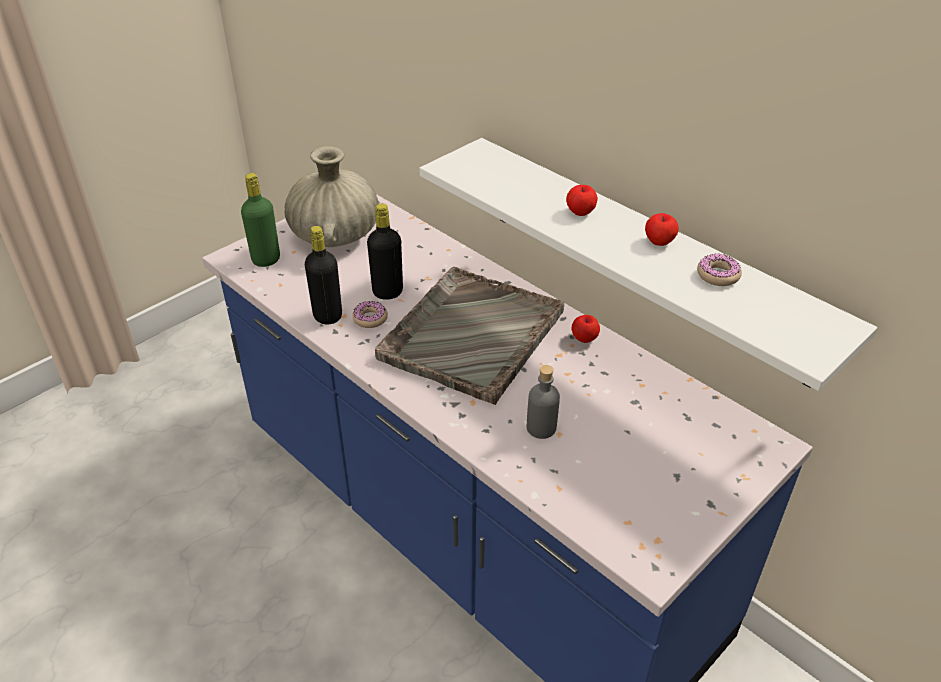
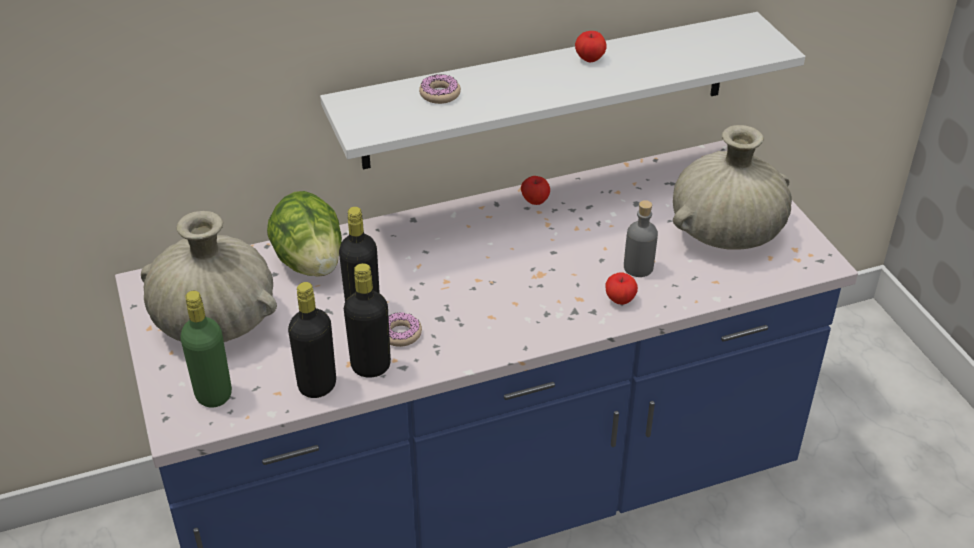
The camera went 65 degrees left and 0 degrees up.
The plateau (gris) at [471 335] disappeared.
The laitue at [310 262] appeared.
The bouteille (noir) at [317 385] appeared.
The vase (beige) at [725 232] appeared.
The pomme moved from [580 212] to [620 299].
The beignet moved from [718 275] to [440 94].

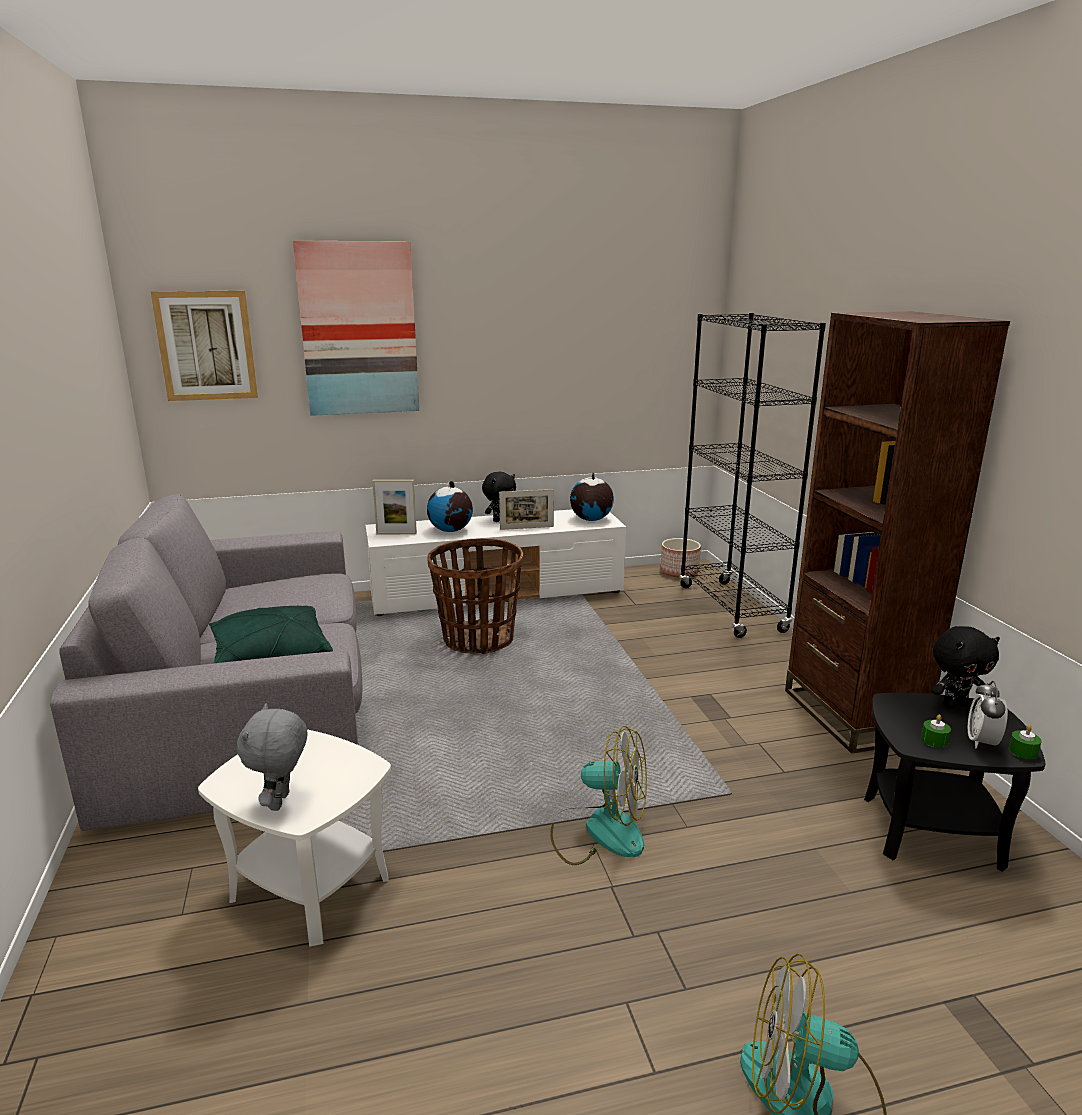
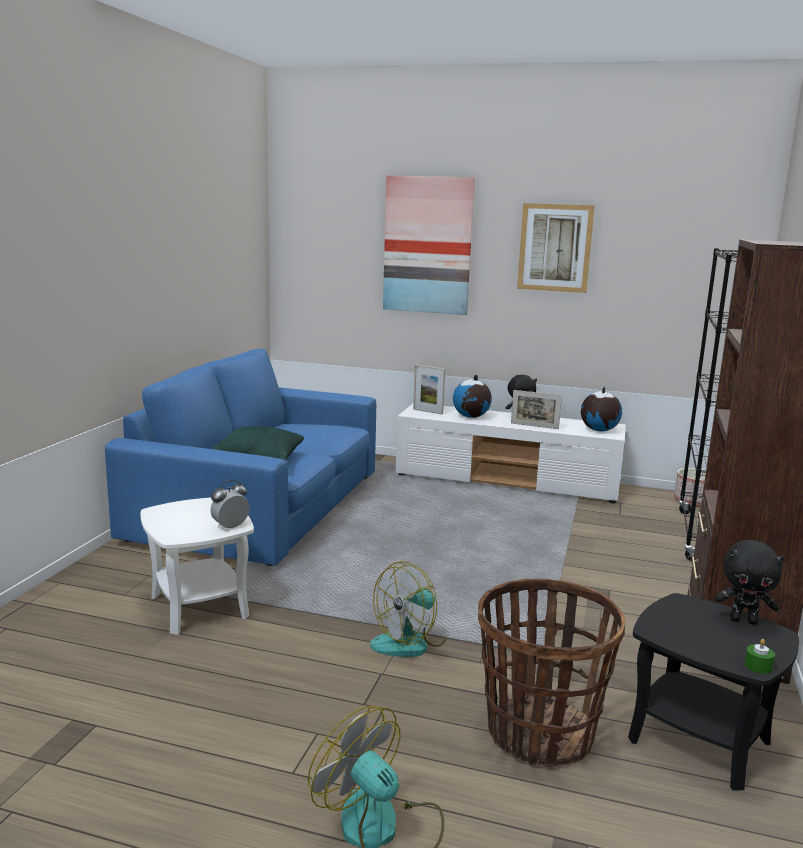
The camera went 30 degrees right and 5 degrees down.
The peluche (gris) at [281 802] disappeared.
The bougie (vert) at [934 740] disappeared.
The tableau moved from [206 346] to [555 248].
The panier moved from [477 640] to [538 733].
The réveil moved from [982 742] to [230 527].
The canapé (gris) at [249 708] became the canapé (bleu) at [261 506].
The ventilateur at [599 831] turned 90 degrees clockwise.

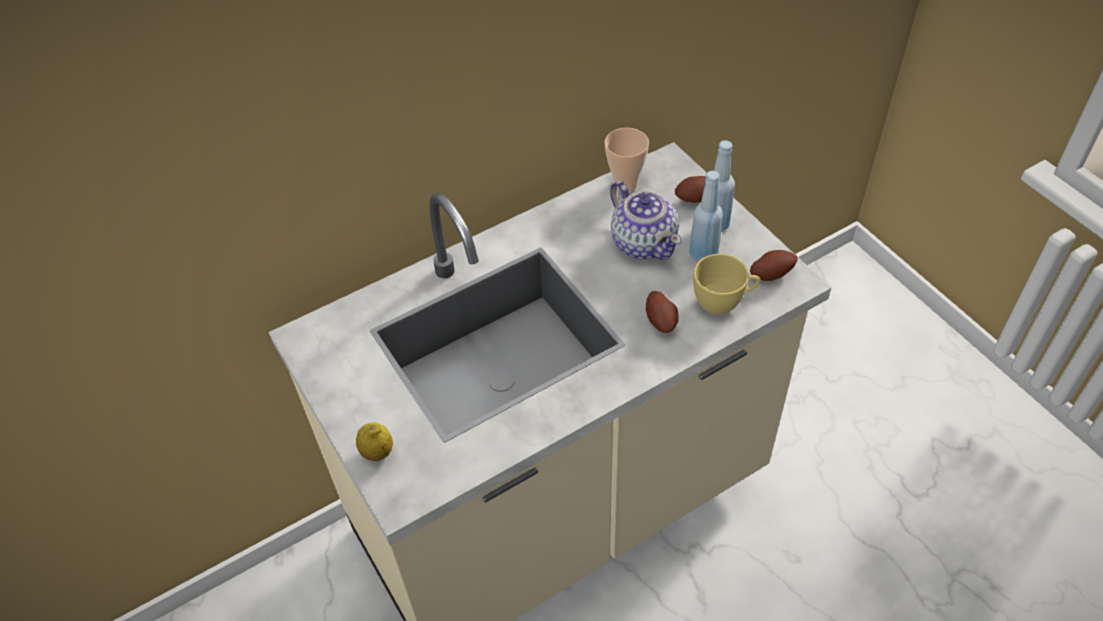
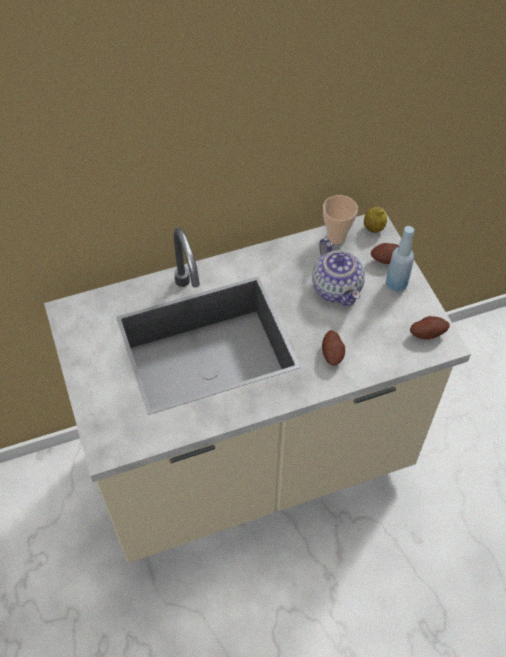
The camera went 10 degrees right and 5 degrees up.
The bouteille (bleu) at [703 254] disappeared.
The tasse (jaune) at [723 302] disappeared.
The citron moved from [377 452] to [373 228].

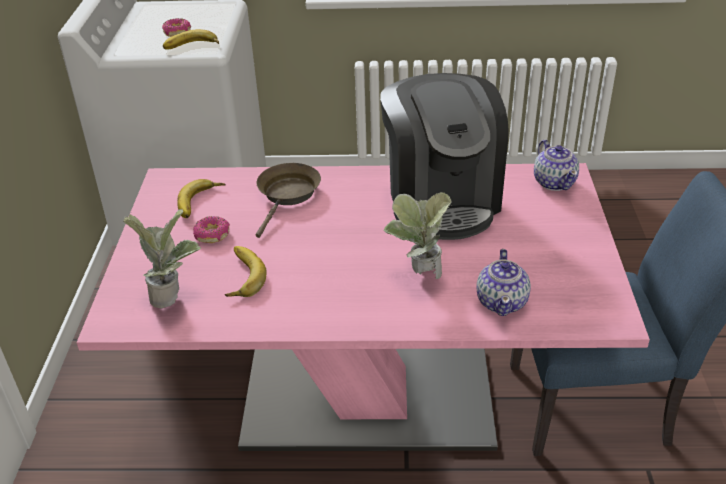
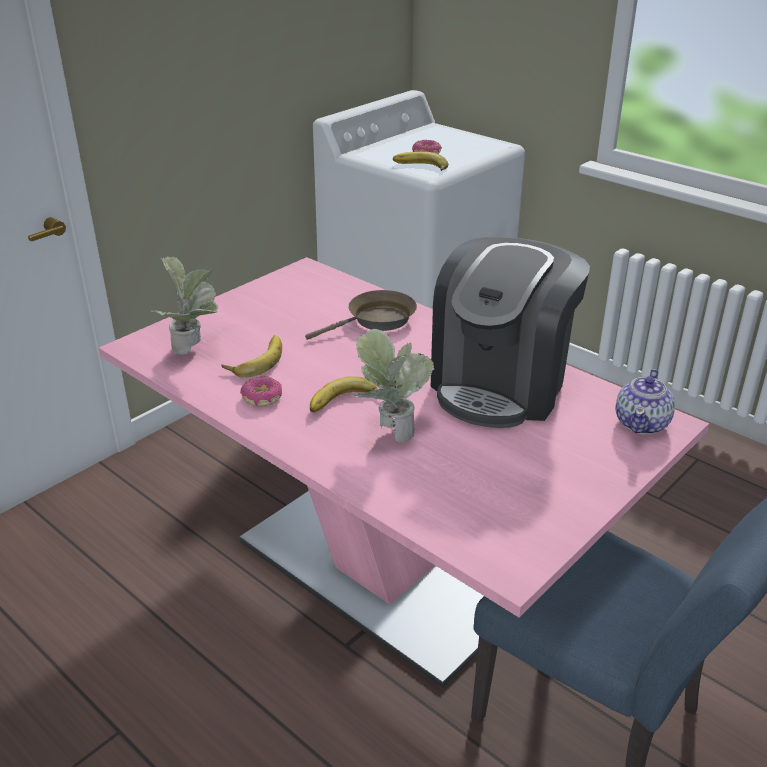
The camera went 40 degrees right and 5 degrees down.
The théière at [502 301] disappeared.
The banane moved from [201 202] to [346 403].
The beignet moved from [212 235] to [262 398].

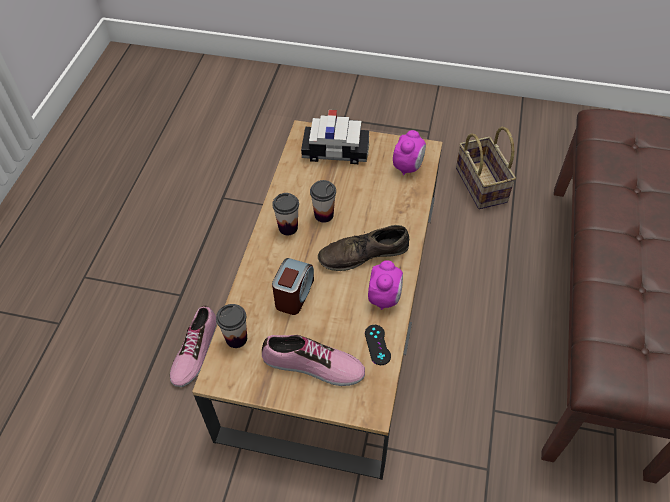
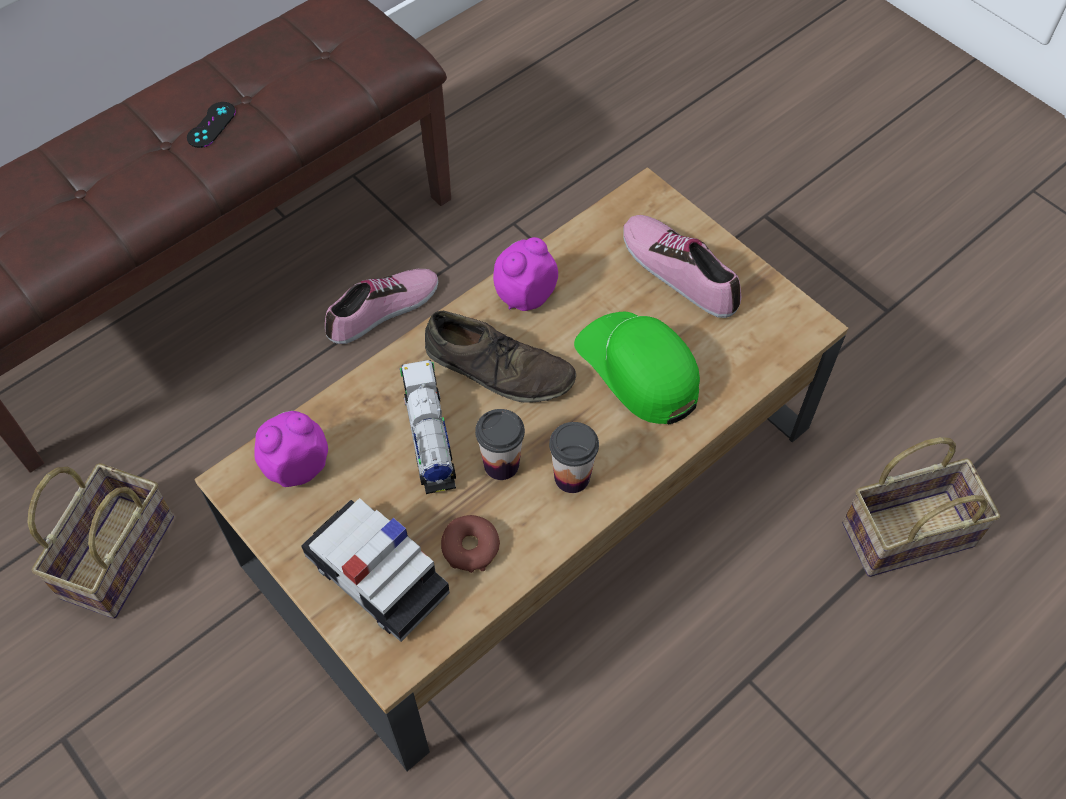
The camera went 145 degrees left and 5 degrees up.
The tasse at [236 338] disappeared.
The camion jouet at [429 438] appeared.
The beignet at [470 547] appeared.
The panier at [909 531] appeared.
The chaussure moved from [194 350] to [383 310].
The manette (noir) moved from [377 345] to [211 125].
The réveil at [294 294] was replaced by the casquette (vert) at [638 369].

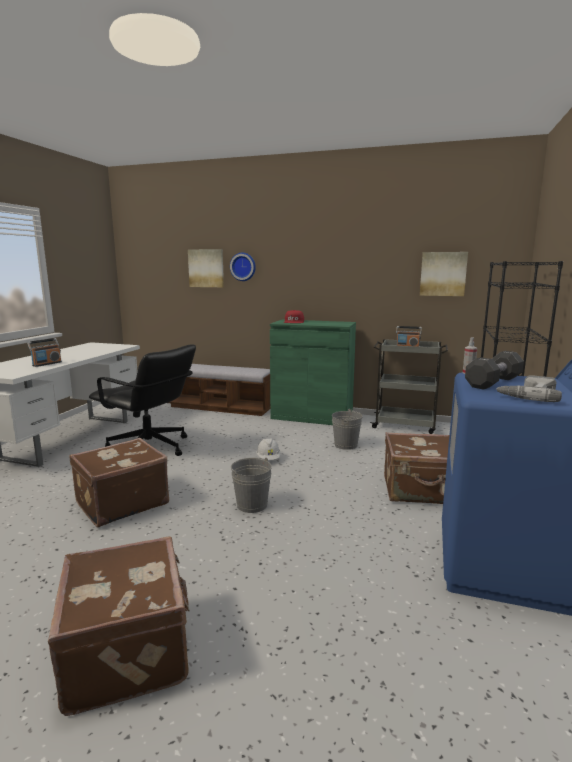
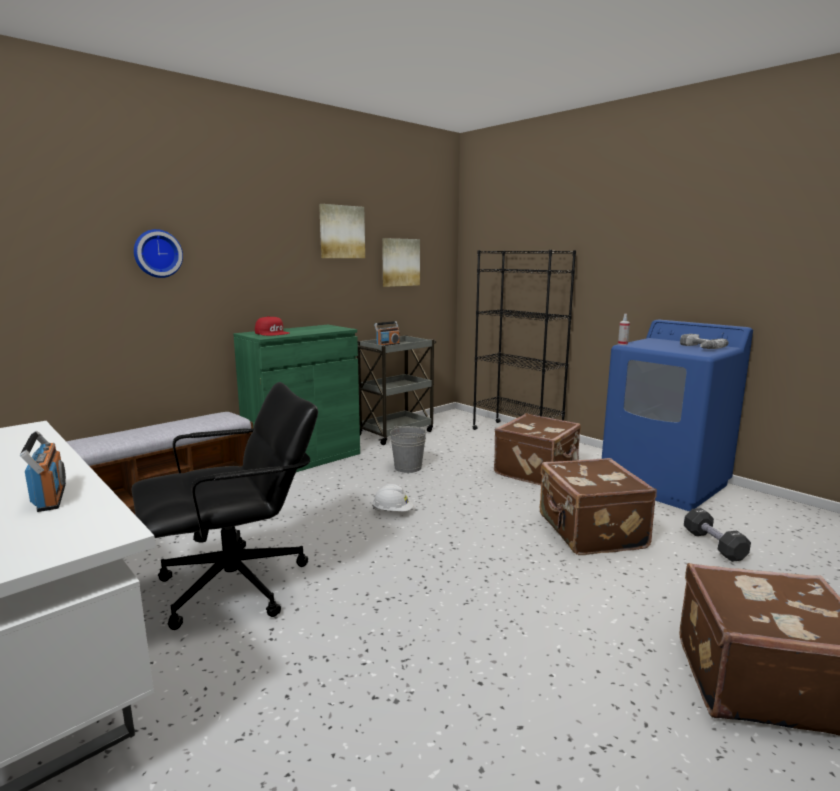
The camera went 60 degrees left and 0 degrees up.
The seau (gris) at [252 505] disappeared.
The valise (marron) moved from [121 503] to [589 532].
The tableau moved from [206 268] to [341 232].
The haltère (noir) moved from [493 382] to [713 545].

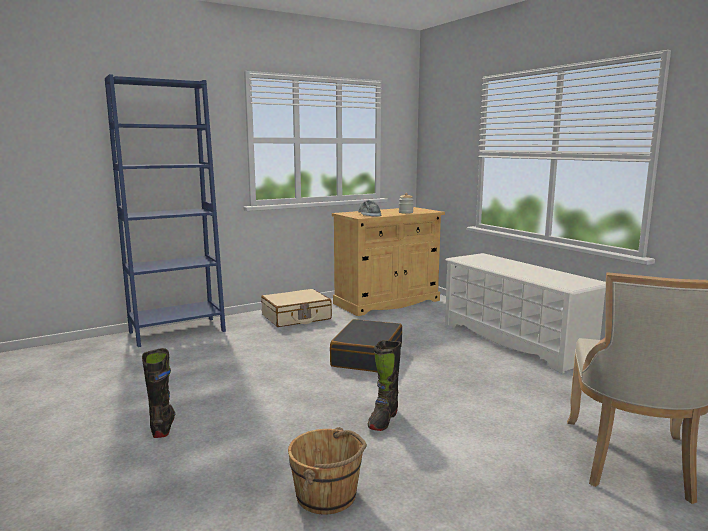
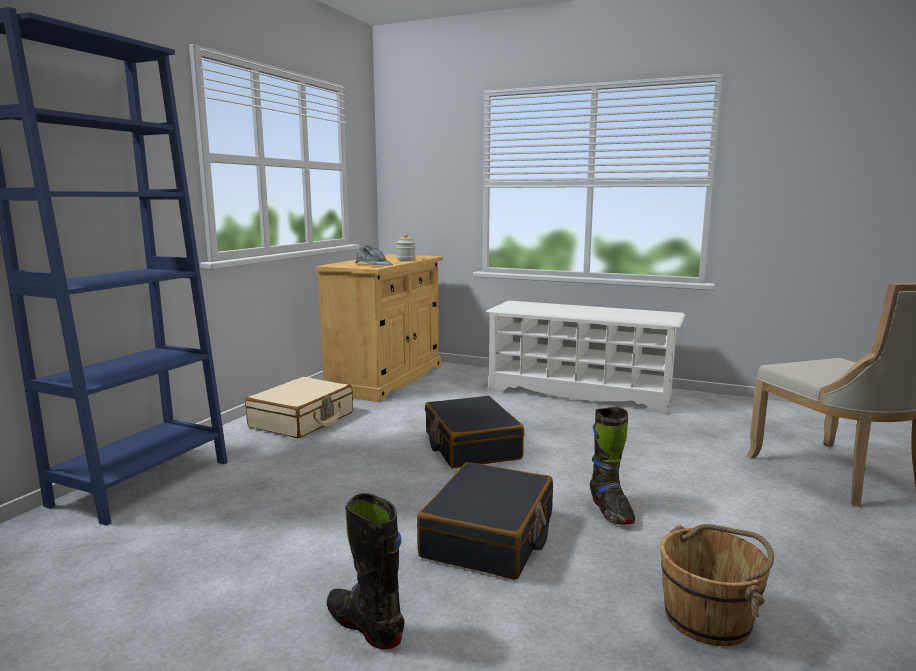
The camera went 35 degrees left and 0 degrees up.
The valise (noir) at [489 536] appeared.

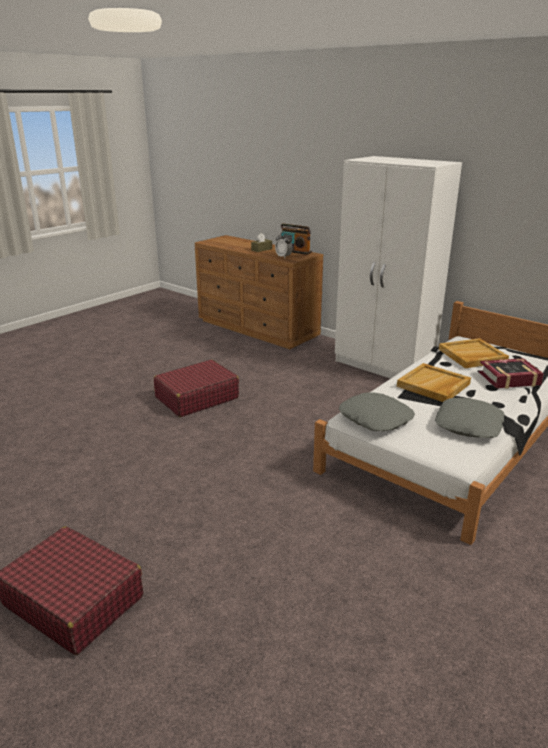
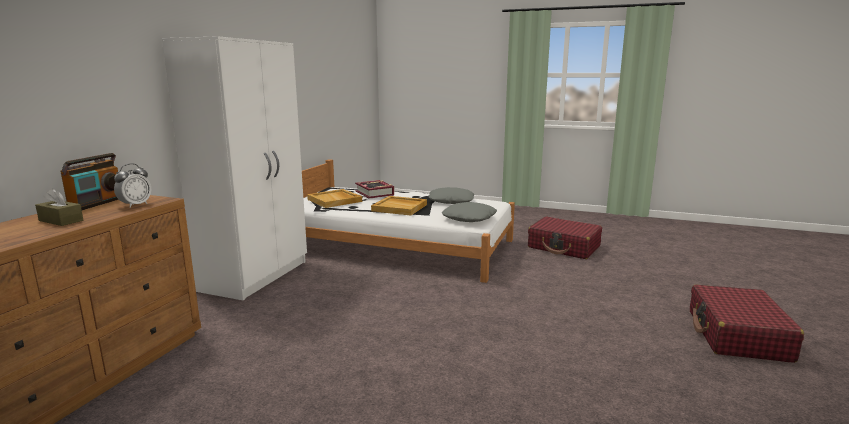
The camera went 110 degrees left and 10 degrees down.
The valise (rouge) moved from [196 398] to [564 247].

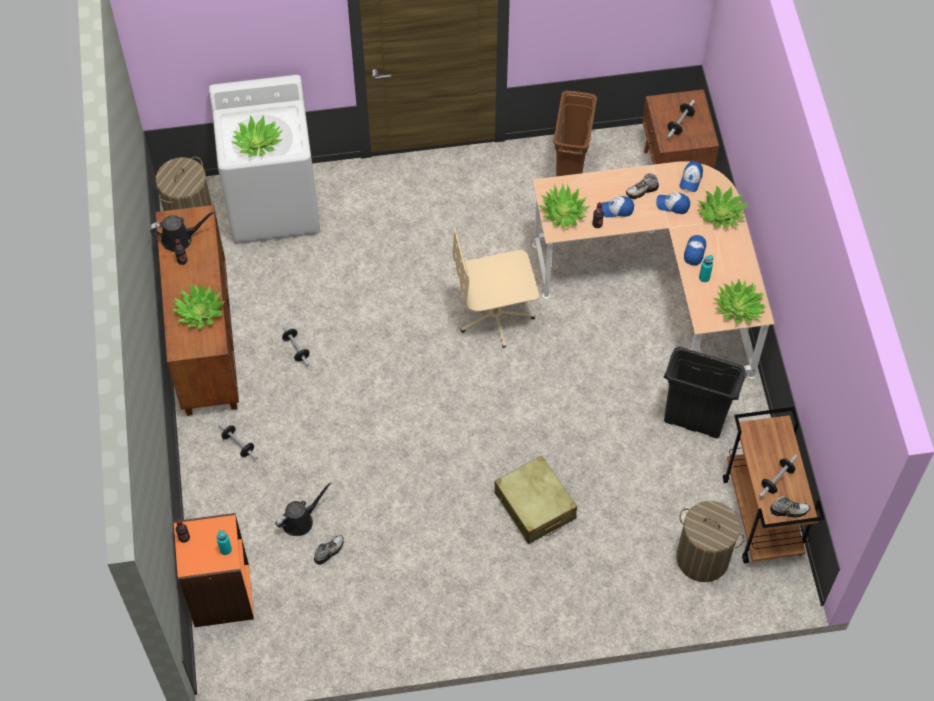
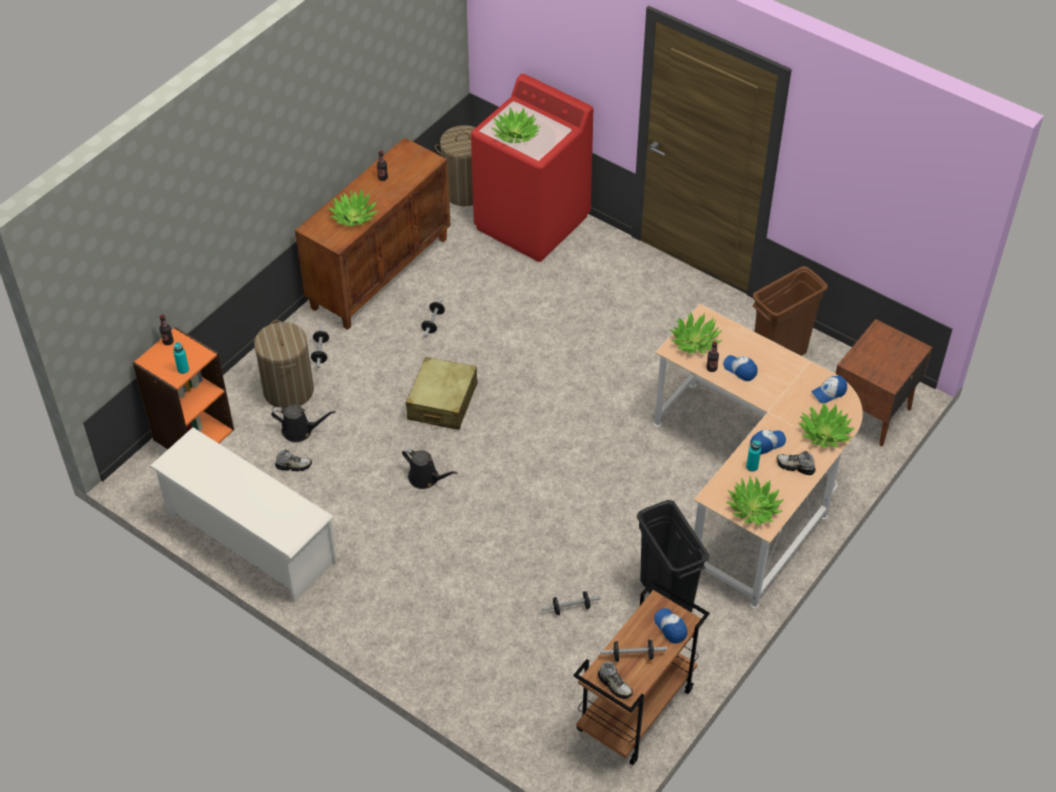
The camera went 45 degrees right and 10 degrees down.
The chaise de bureau (beige) at [495 315] disappeared.
The étagère à chaussures (blanc) at [250 540] appeared.
The arrosoir (noir) moved from [180 239] to [426 478].
The valise (beige) moved from [535 506] to [442 402].
The chaussure moved from [642 191] to [795 467].
The casquette moved from [672 205] to [670 627].
The haltère moved from [680 123] to [571 608].
The panier à linge moved from [703 558] to [288 390].
The lave-linge (blanc) at [274 204] became the lave-linge (rouge) at [532 222].

